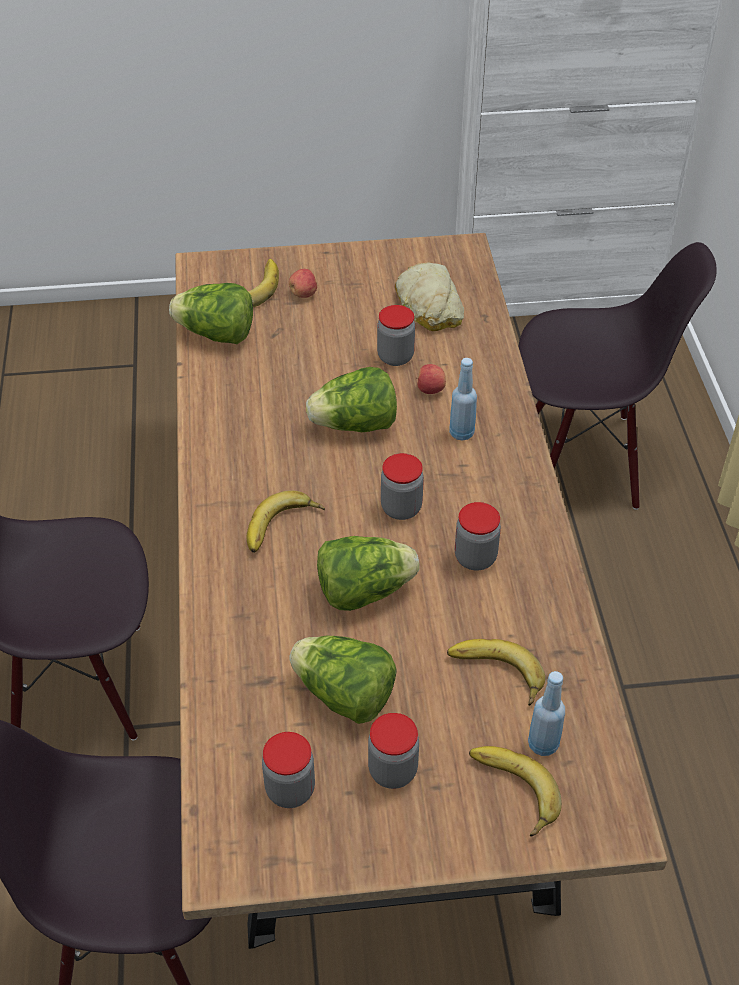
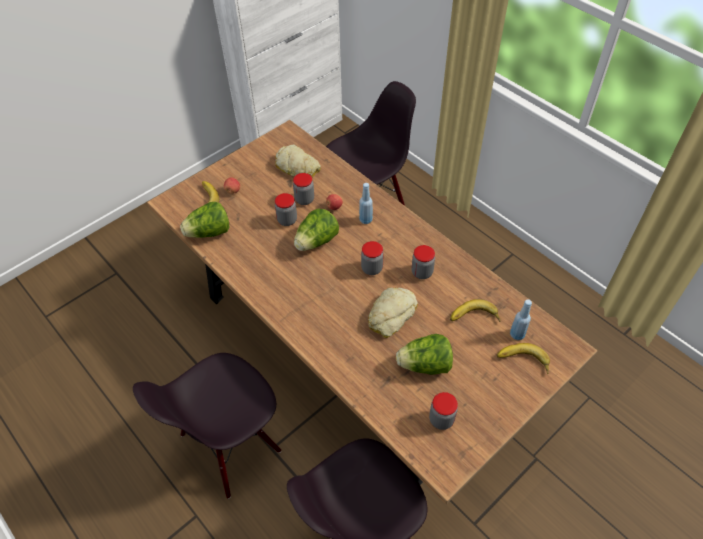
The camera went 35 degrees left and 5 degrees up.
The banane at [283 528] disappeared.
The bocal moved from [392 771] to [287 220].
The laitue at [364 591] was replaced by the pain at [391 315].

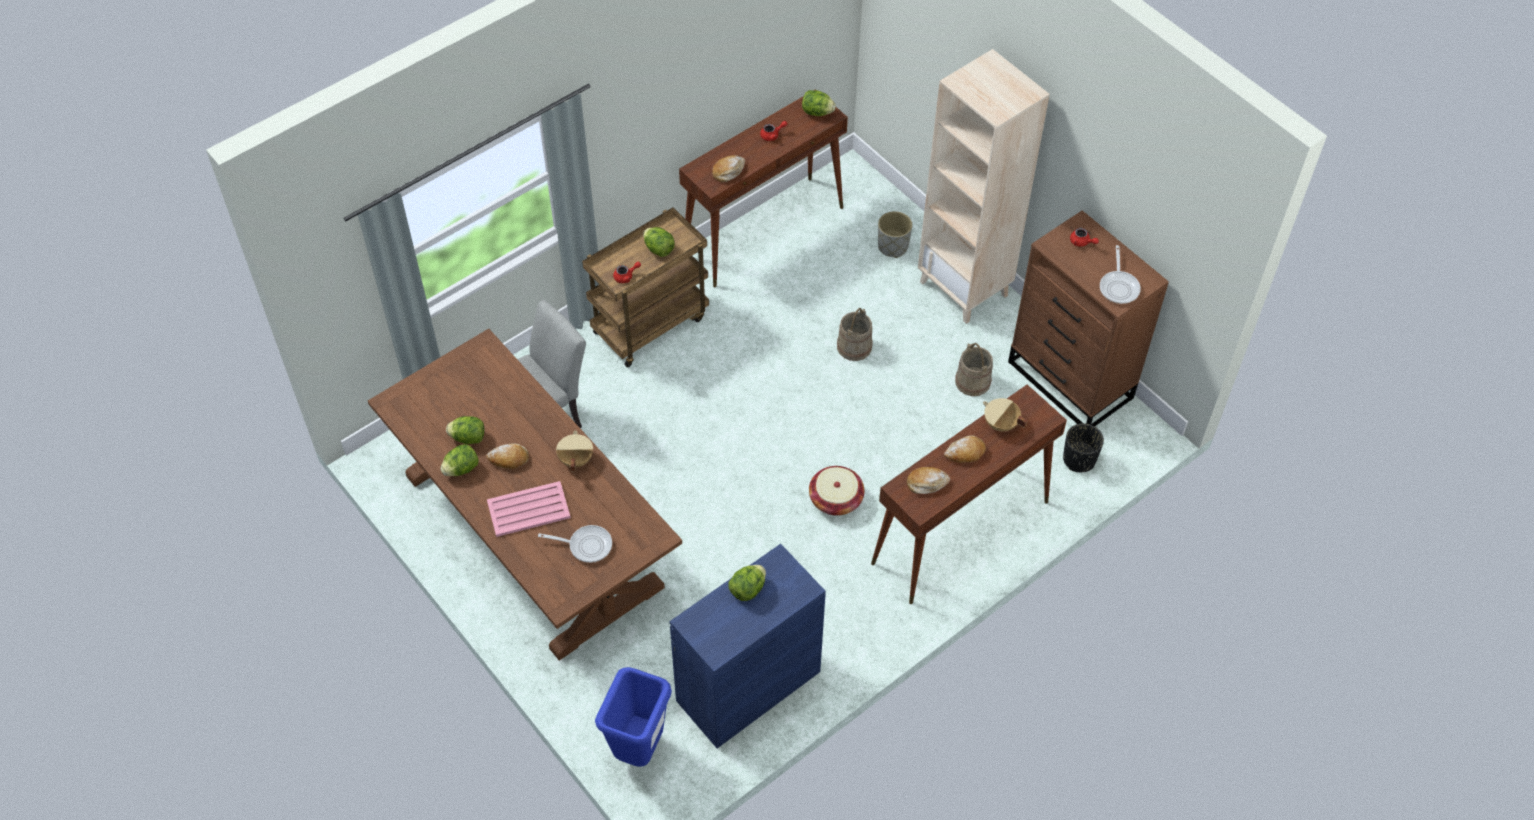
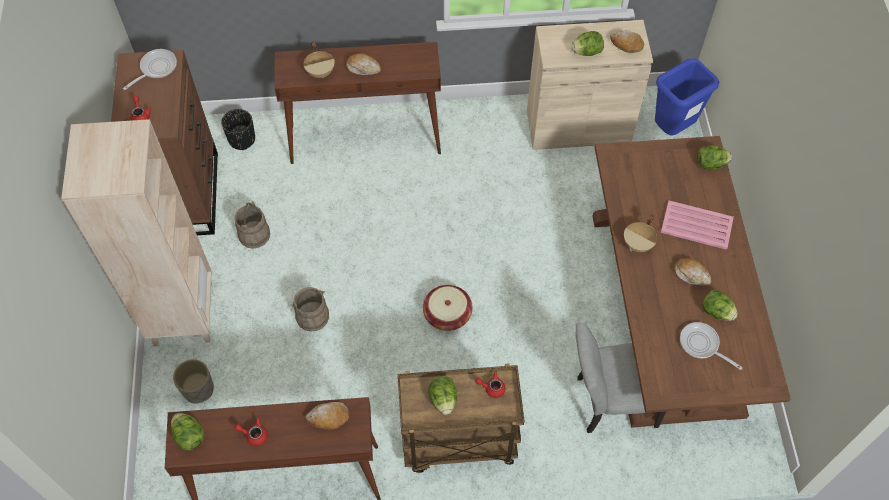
The camera went 145 degrees left and 5 degrees up.
The laitue moved from [461 469] to [710 164].
The poêle moved from [586 545] to [701 345].
The panier moved from [836 499] to [447 314].
The pain moved from [926 483] to [626 44].
The meuble de rangement (bleu) at [748 686] became the meuble de rangement (beige) at [578 126].

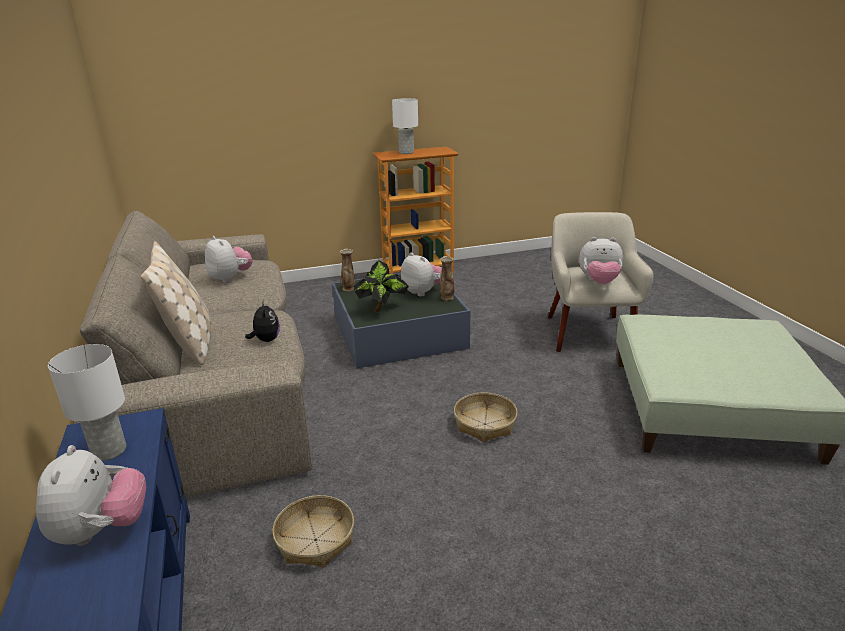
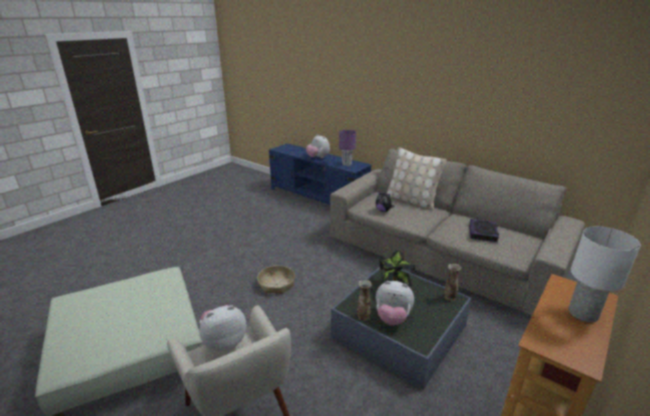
The camera went 145 degrees right and 0 degrees up.
The panier at [315 540] disappeared.
The peluche at [230 278] was replaced by the livre at [483 233].
The lampe de table (blanc) at [109 451] became the lampe de table (violet) at [346 164].

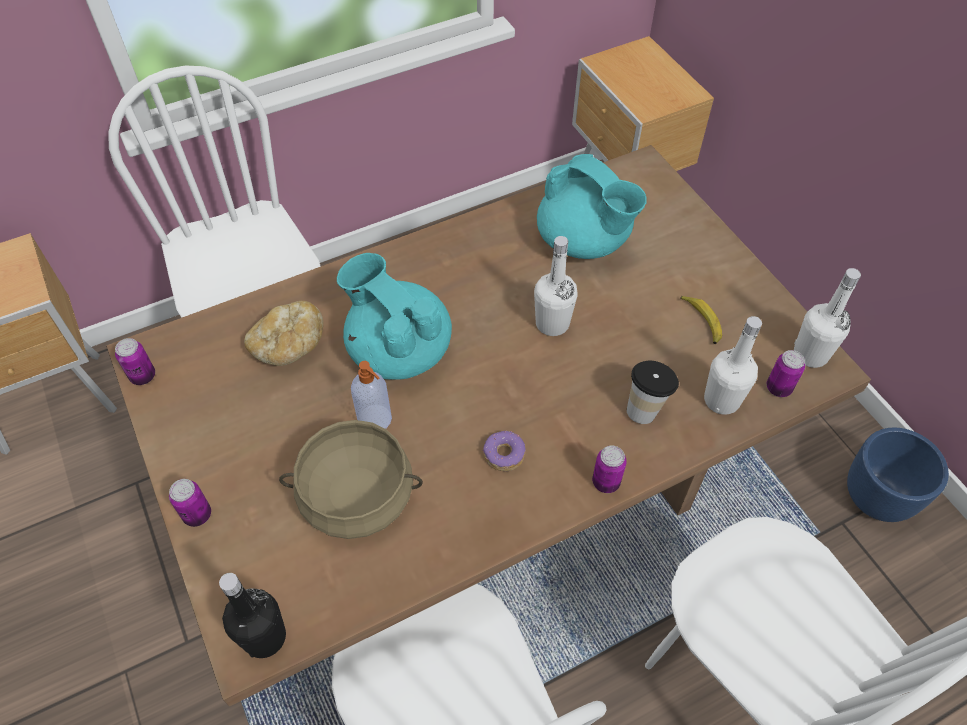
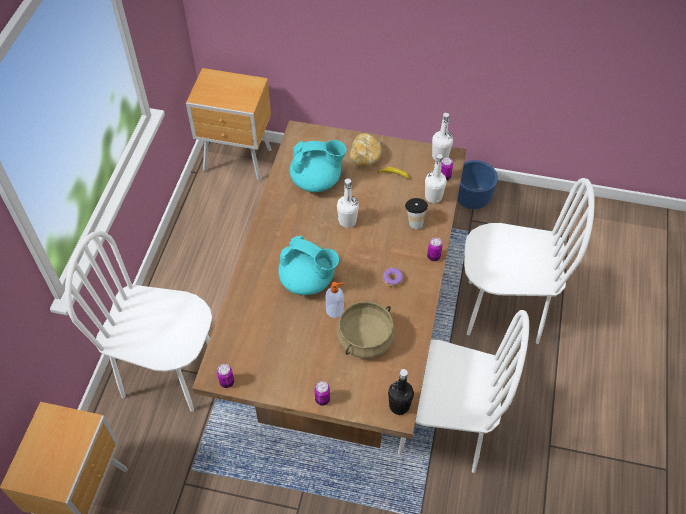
The camera went 50 degrees left and 0 degrees up.
The pain moved from [288 346] to [365 157].
The théière (turquoise) at [398 350] turned 150 degrees counterclockwise.

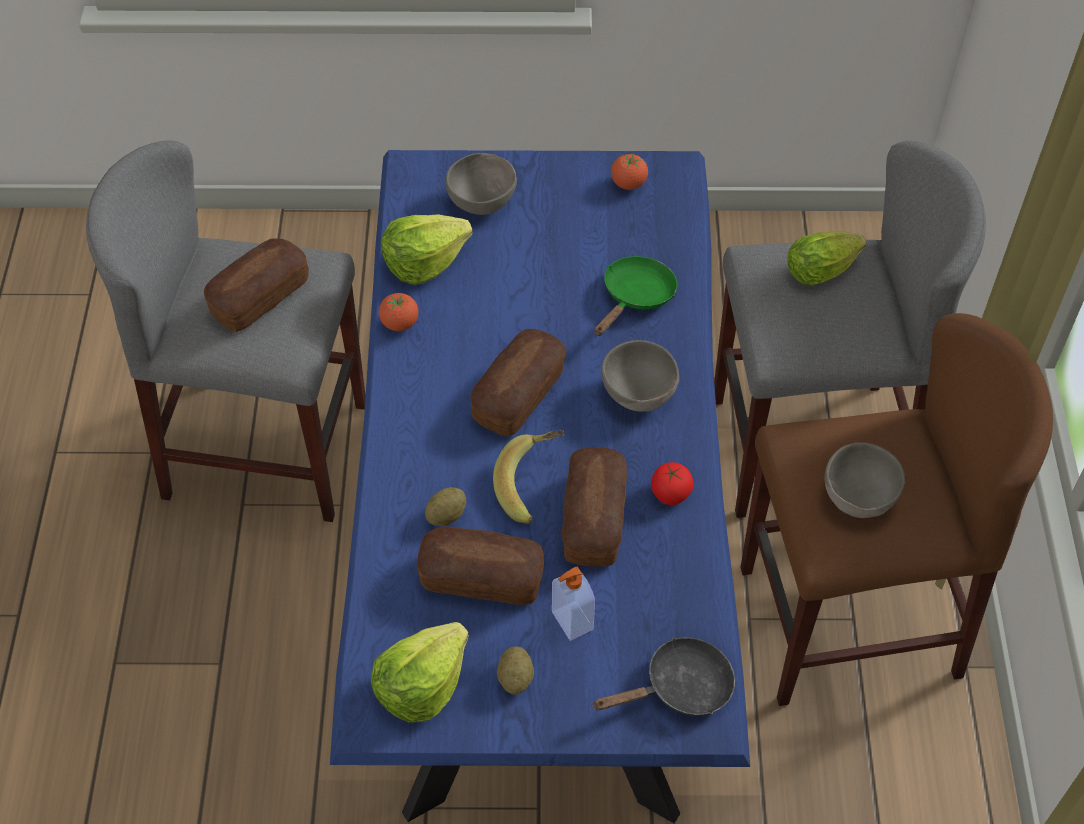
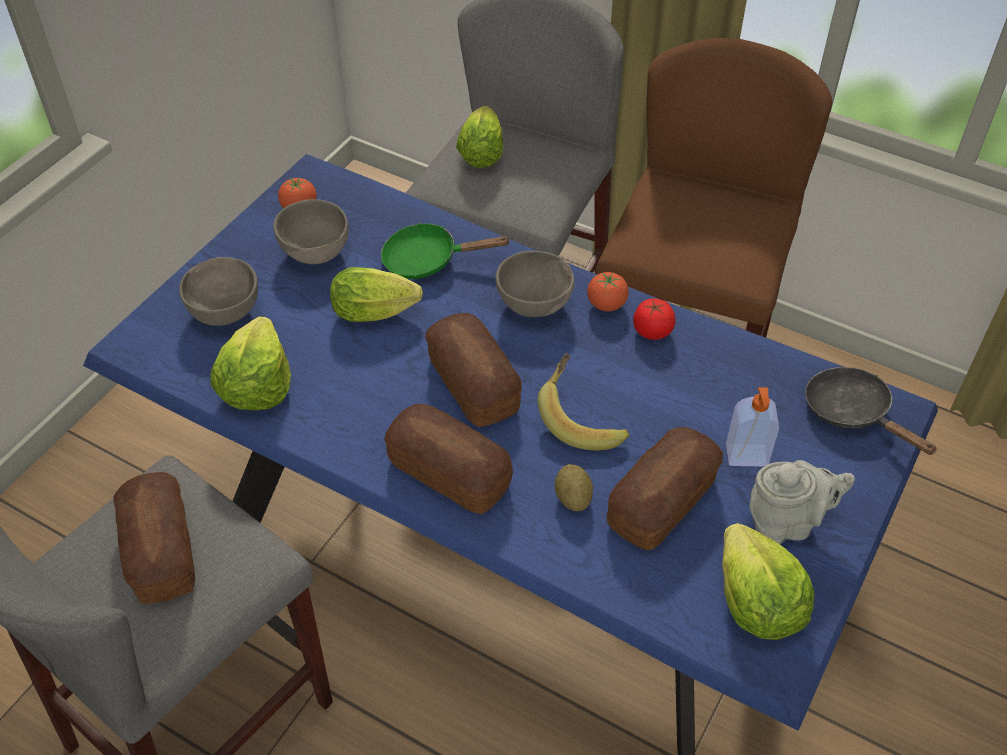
The camera went 60 degrees left and 5 degrees down.
The laitue at [379 312] appeared.
The tomate moved from [399 323] to [606 305].
The pain moved from [593 519] to [449 473].
The bol (gris) moved from [857 498] to [314 253].
The pomme de terre at [515 678] was replaced by the théière (gris) at [786 524].
The poêle (noir) at [680 687] turned 45 degrees counterclockwise.
The poêle (vert) at [635 297] turned 60 degrees counterclockwise.

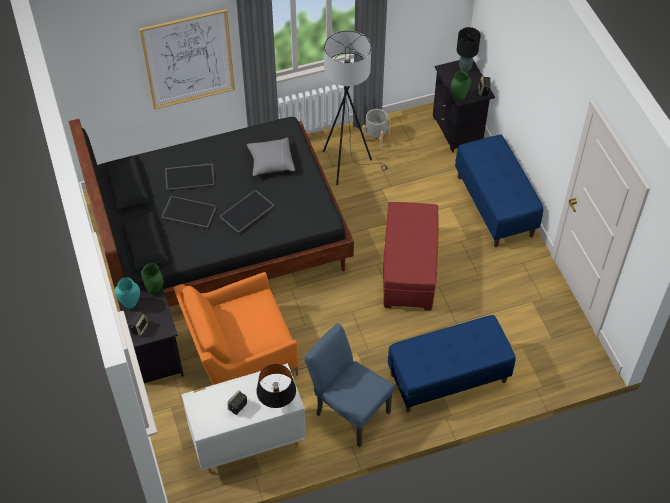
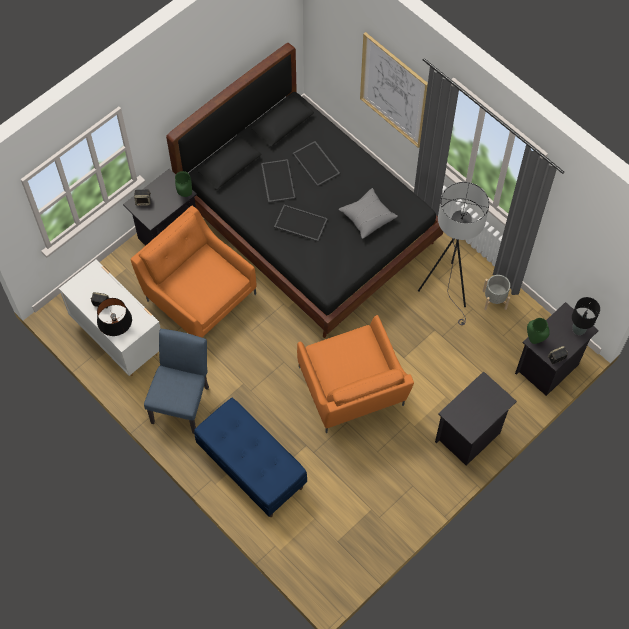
The camera went 65 degrees right and 10 degrees up.
The vase (turquoise) at [130 304] disappeared.
The pouf (rouge) at [409 270] was replaced by the fauteuil (orange) at [352 390].
The banc (bleu) at [495 206] was replaced by the table de chevet (noir) at [469 436].

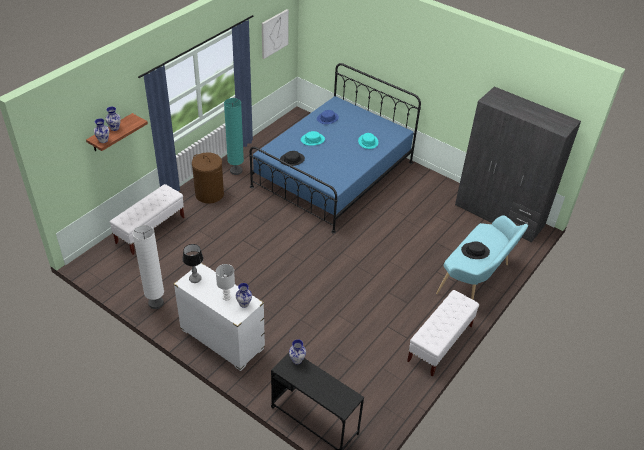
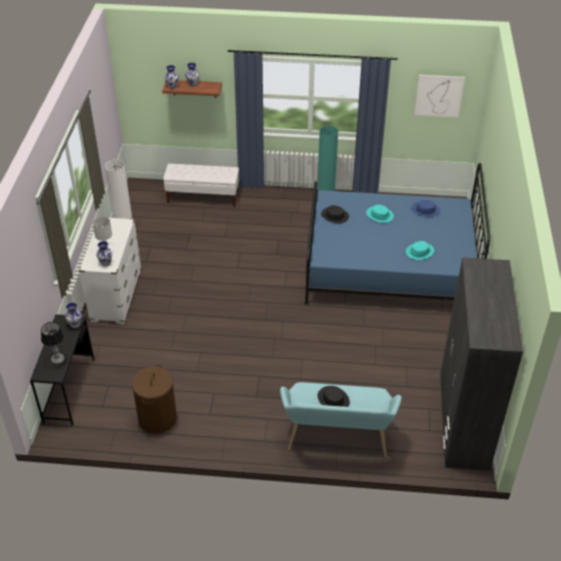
The camera went 60 degrees right and 0 degrees up.
The banc (blanc) at [440 343] disappeared.
The lampe de table moved from [195 279] to [58 359].
The panier à linge (marron) moved from [209 194] to [157 418].

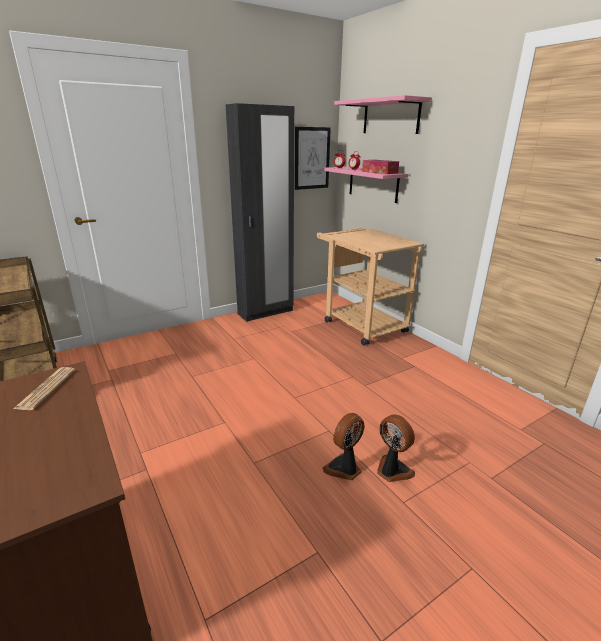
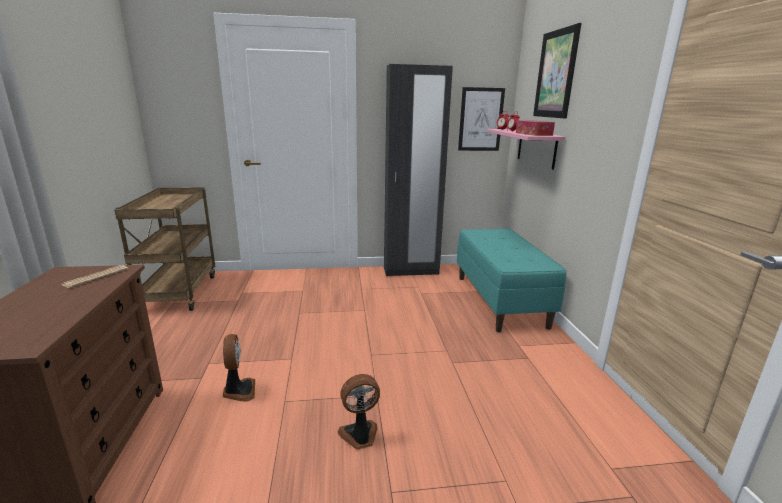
The camera went 25 degrees right and 5 degrees down.
The ventilateur moved from [392 470] to [239 391].
The chariot (beige) at [360 324] was replaced by the banc (turquoise) at [500 301].
The étagère (rose) at [390 117] was replaced by the tableau at [555 74].

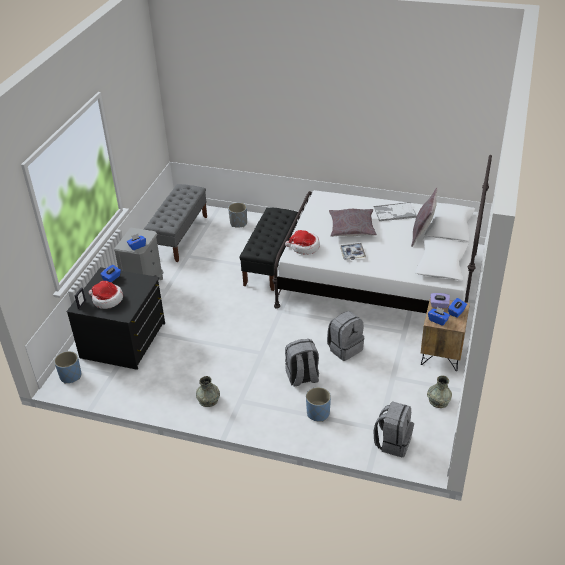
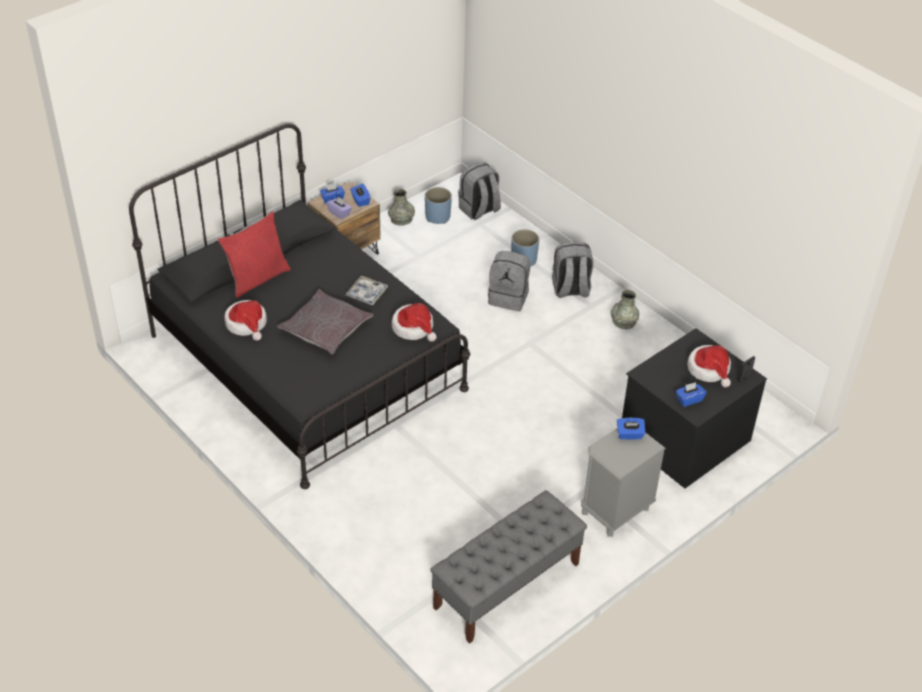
The camera went 150 degrees left and 5 degrees up.
The cache-pot (gris) at [238 223] disappeared.
The banc (noir) at [271 263] disappeared.
The cache-pot (bleu) moved from [70 376] to [438 217].
The sac à dos (gris) moved from [345 348] to [570 289].
The plateau at [394 212] was replaced by the chapeau at [247 324].
The lit (blanc) at [379 280] became the lit (noir) at [306 362].
The coussin (gris) at [422 234] became the coussin (rouge) at [257 278].

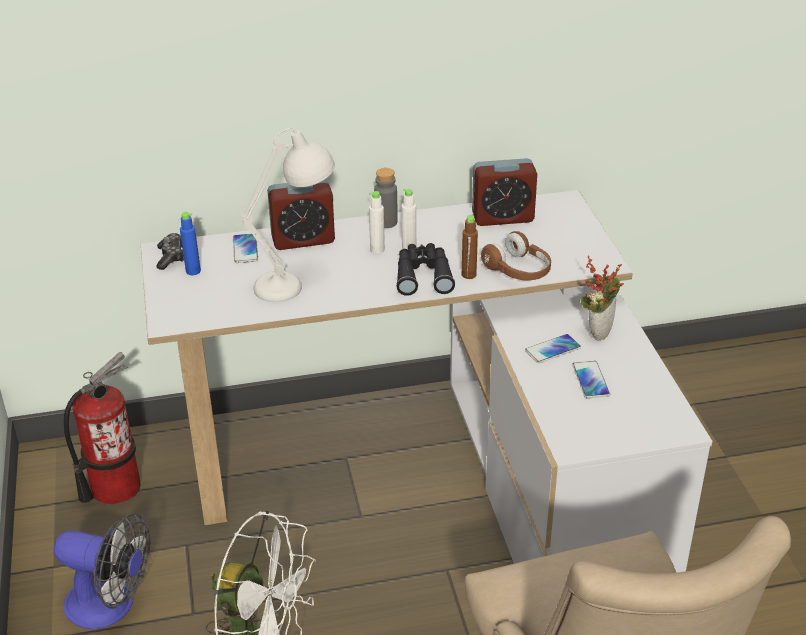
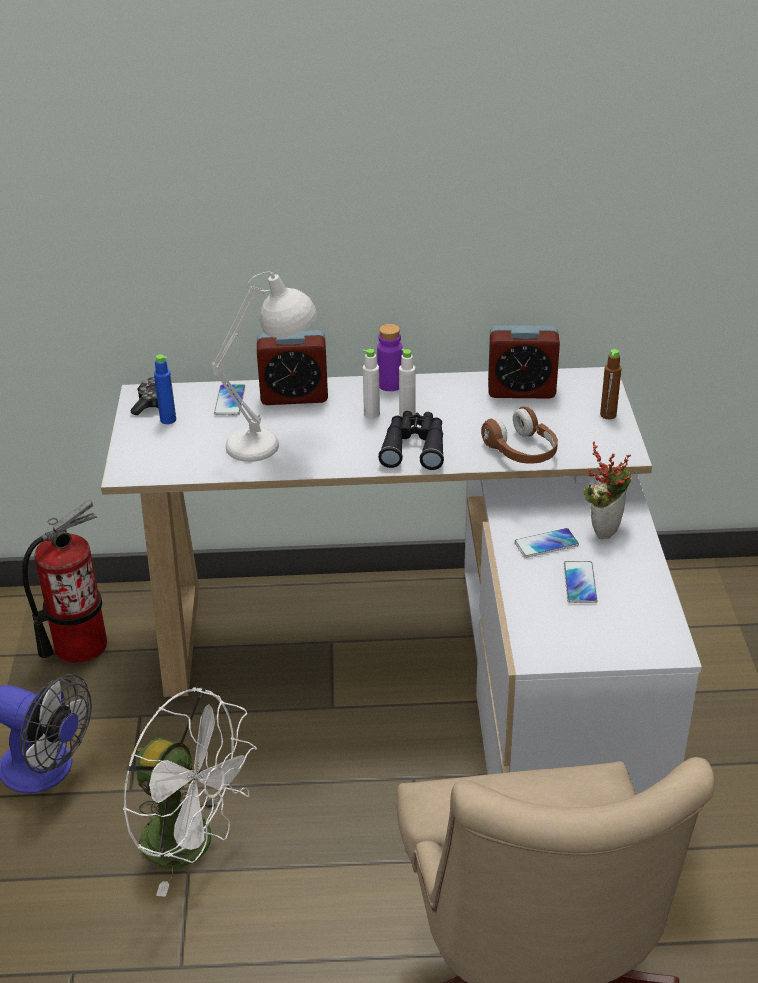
The camera went 10 degrees right and 0 degrees up.
The bouteille (marron) moved from [468 275] to [608 415].
The bouteille (gris) at [386 222] became the bouteille (violet) at [390 385].

